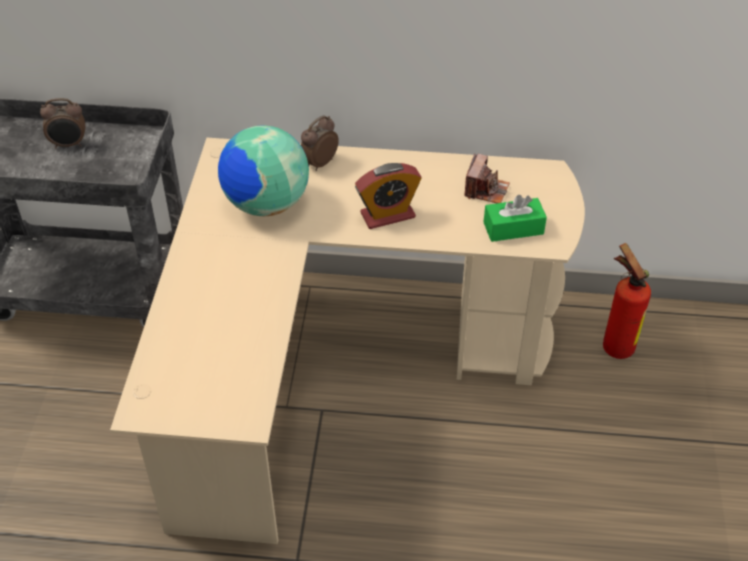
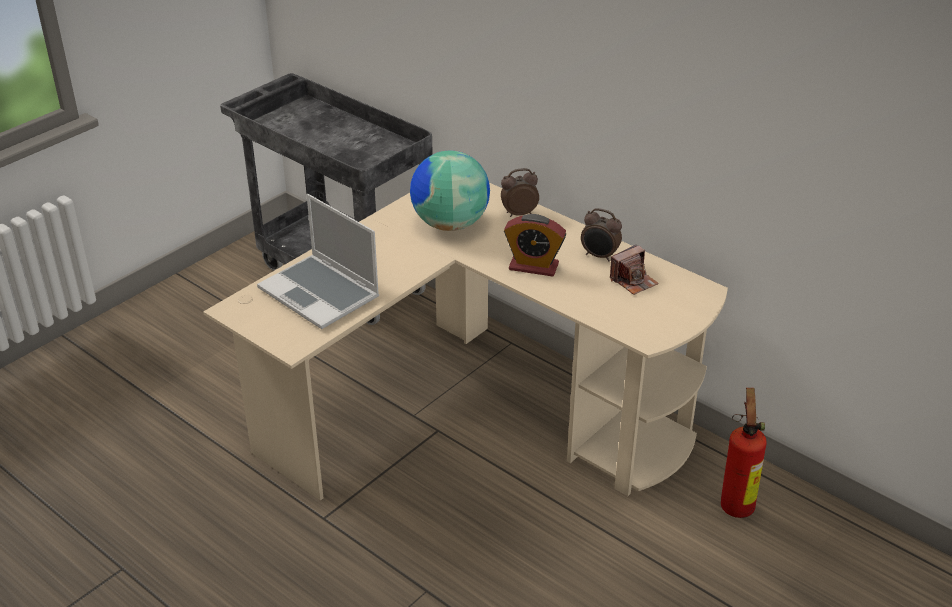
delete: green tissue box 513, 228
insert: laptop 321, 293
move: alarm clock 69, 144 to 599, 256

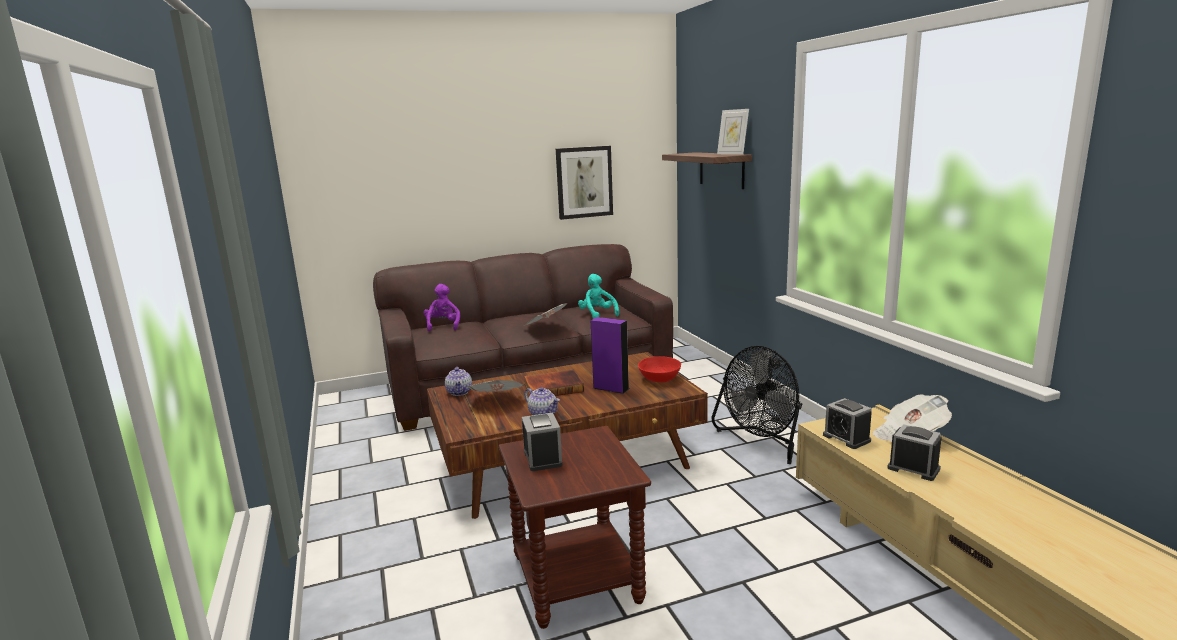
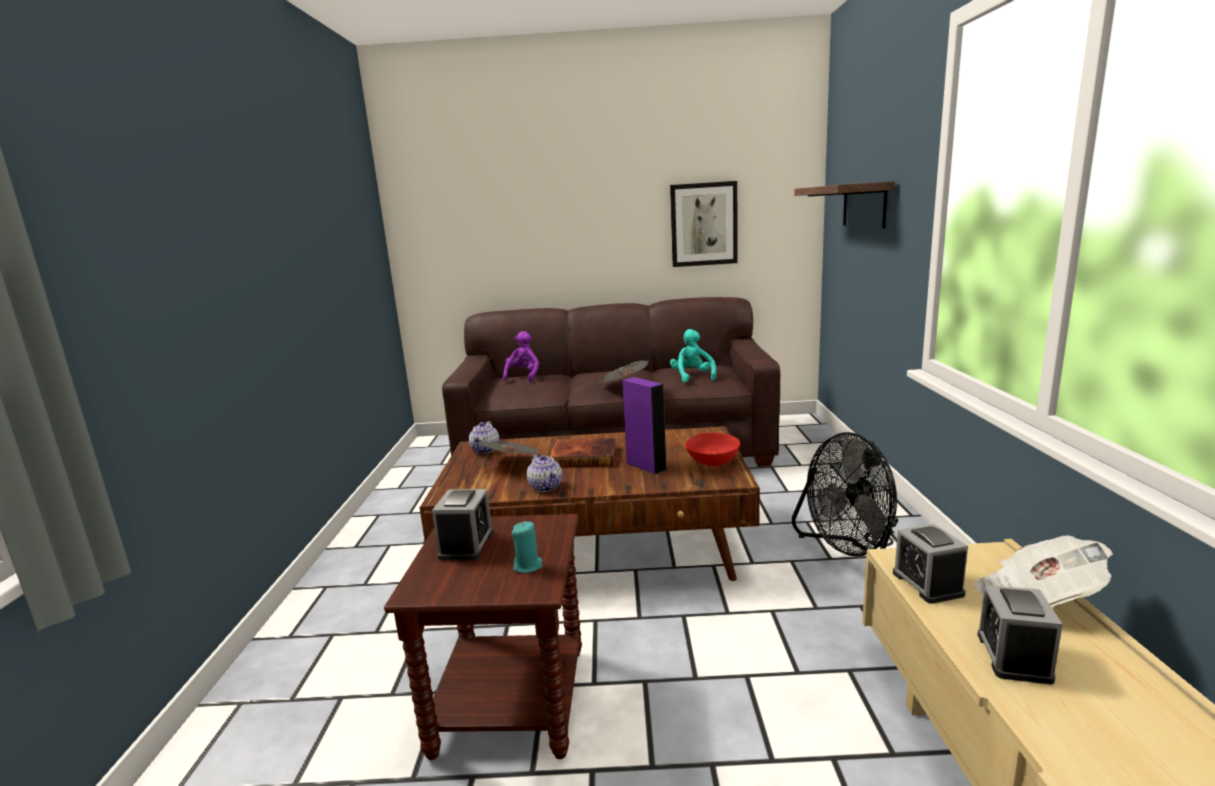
delete: picture frame 732, 154
insert: turquoise candle 528, 566
rotate: alarm clock 913, 468 = 1013, 657 135 degrees counterclockwise

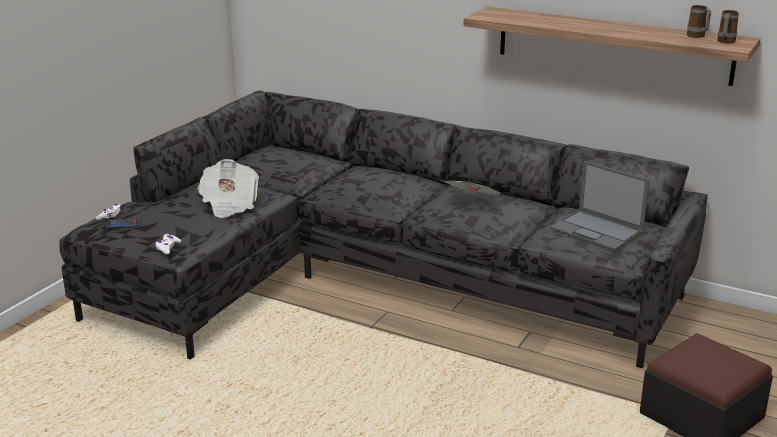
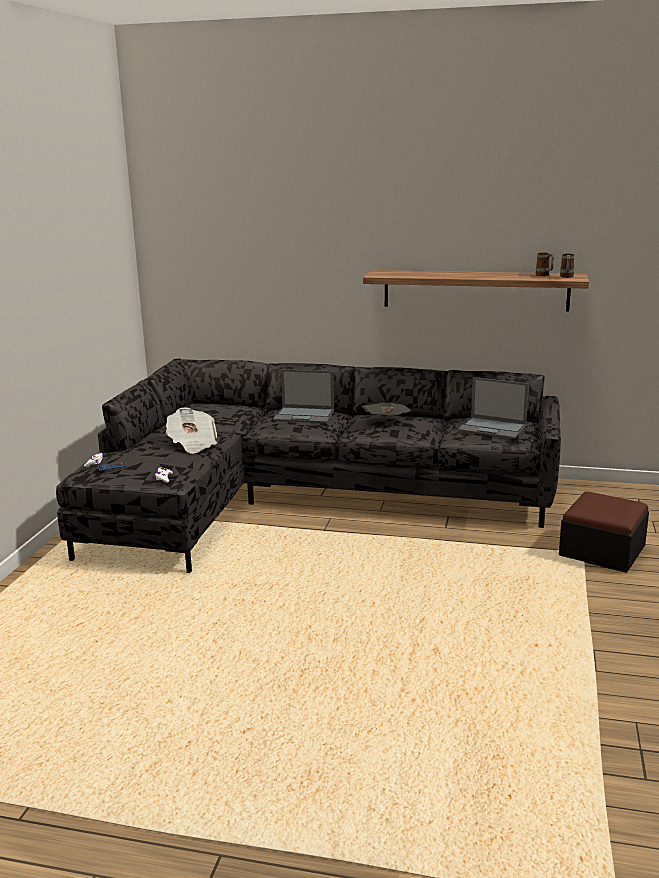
insert: laptop 304, 415

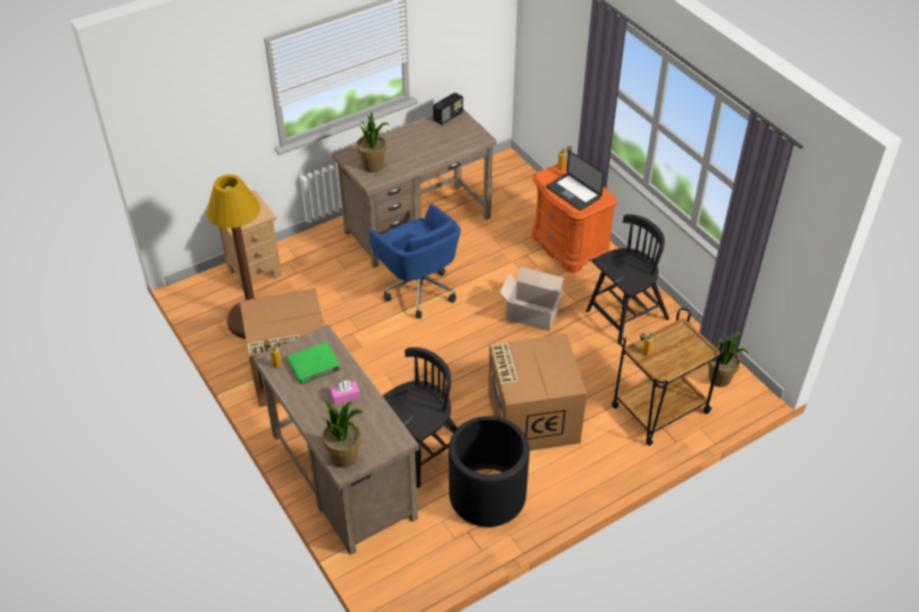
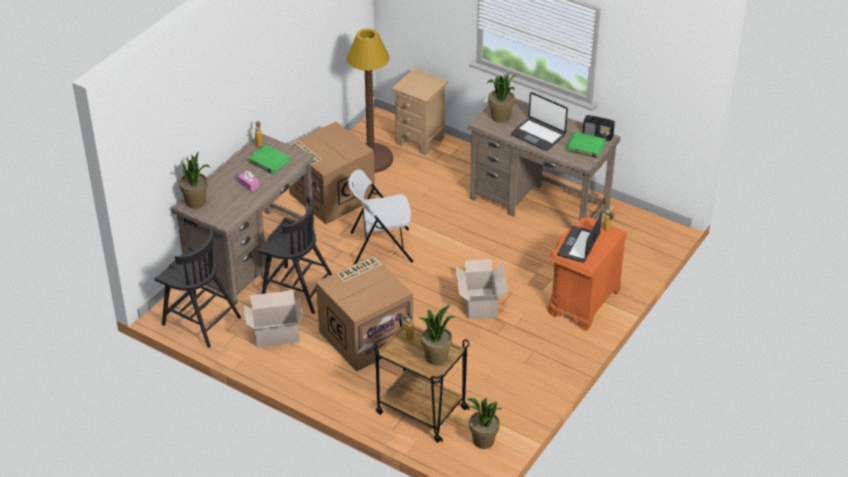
delete: blue office chair 418, 290
insert: laptop 538, 135; green book 585, 147; white chair 381, 247; potted plant 436, 357
move: black chair 625, 316 to 200, 320
replace: black planter 487, 495 to cardboard box 275, 334

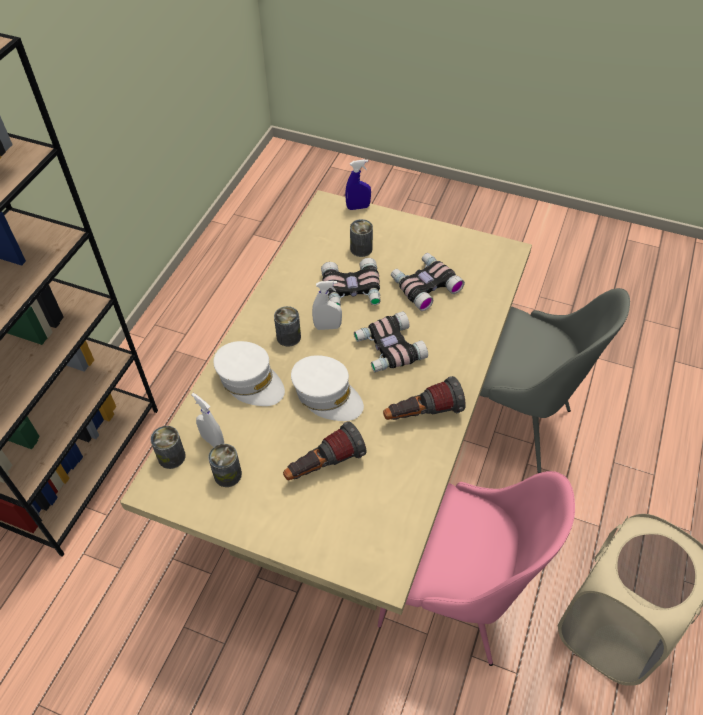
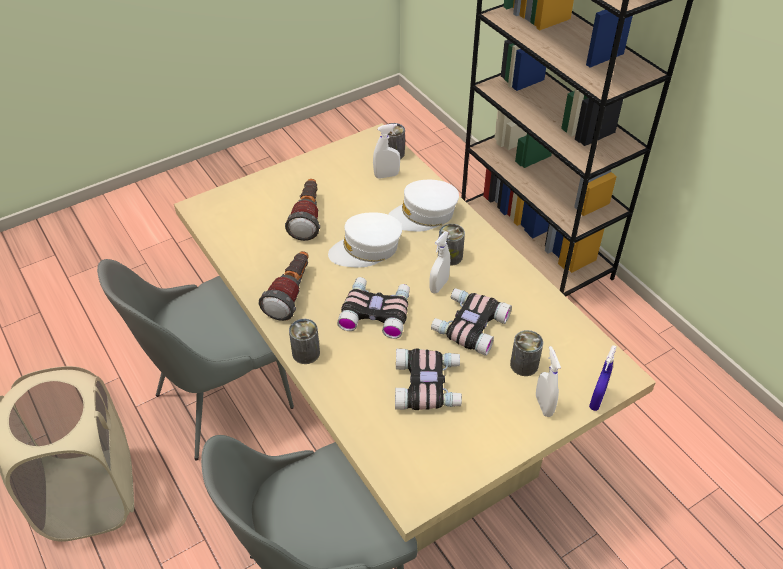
insert: white spray bottle 544, 405
move: can 227, 474 to 306, 353
recolor: pink chair 449, 598 to grey chair 223, 402

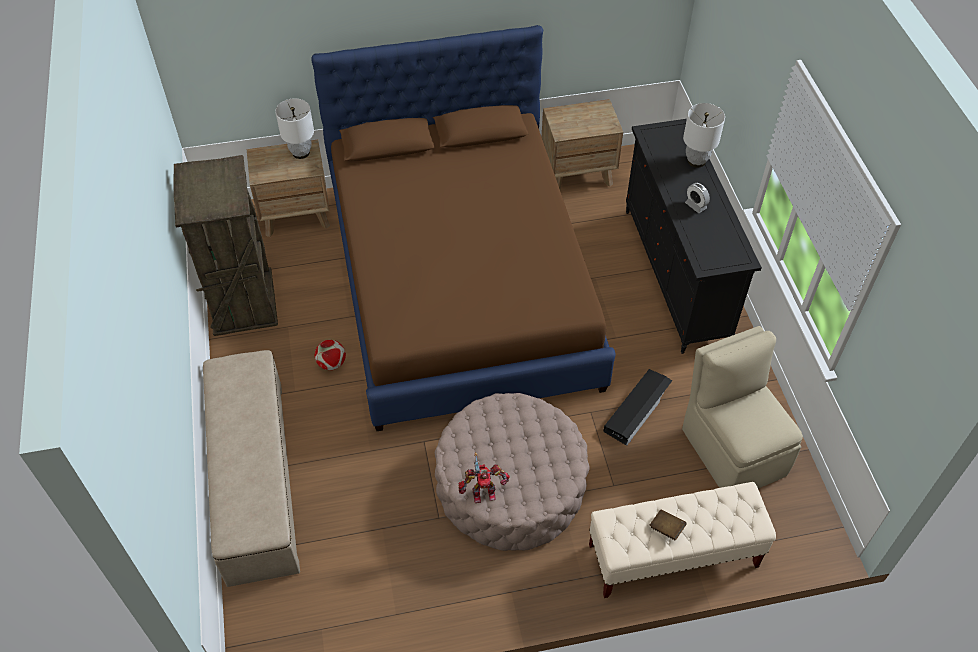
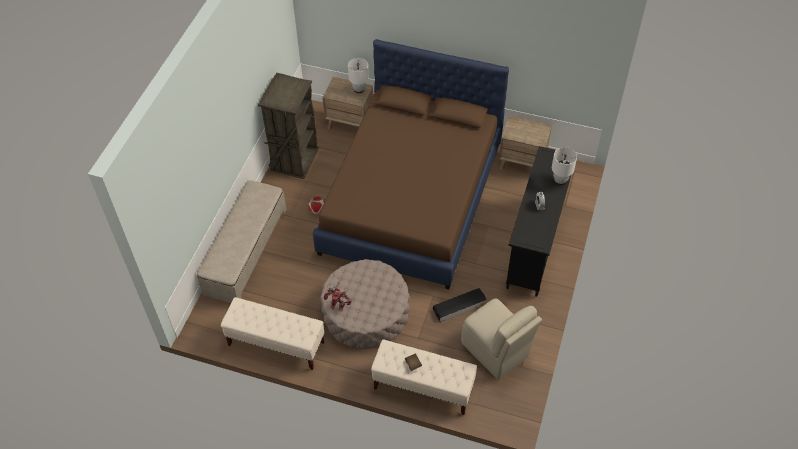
insert: beige bench 276, 344
rotate: beige chair 732, 449 = 496, 351 135 degrees clockwise

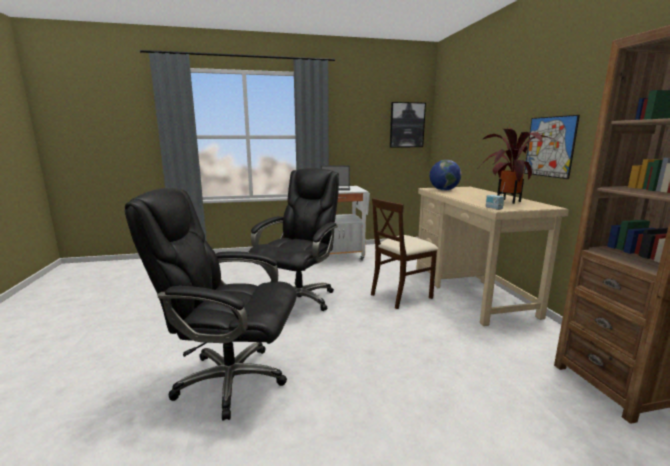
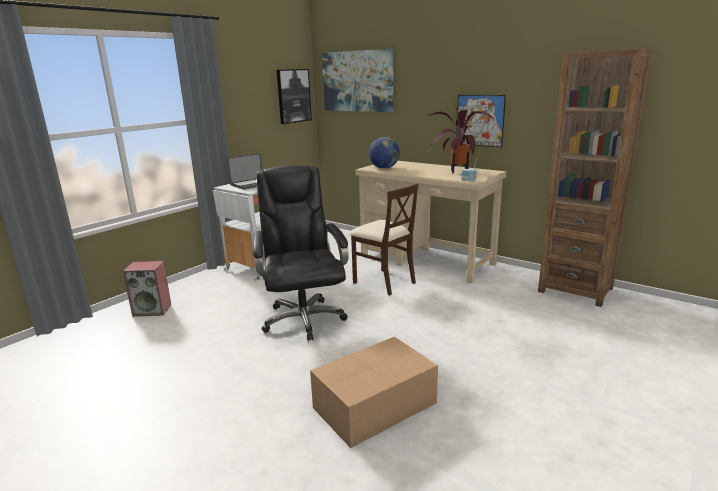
insert: picture 357, 81; speaker 153, 310
replace: black office chair 233, 380 to cardboard box 373, 405
rotate: beige chair 401, 295 = 384, 282 60 degrees counterclockwise

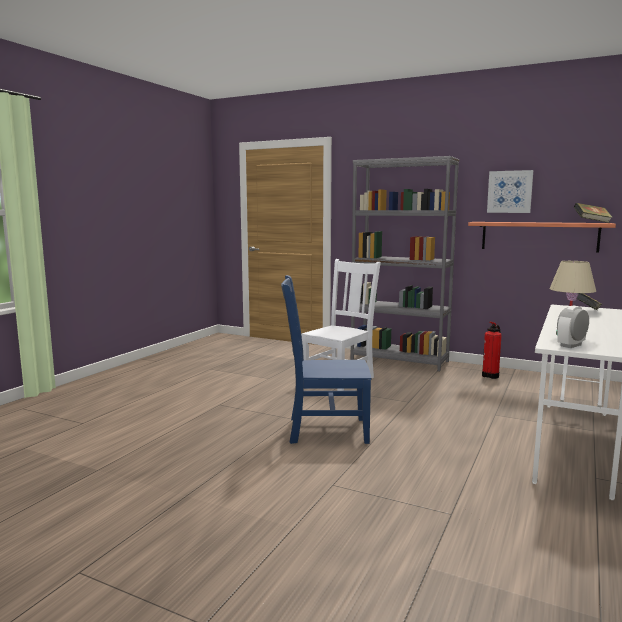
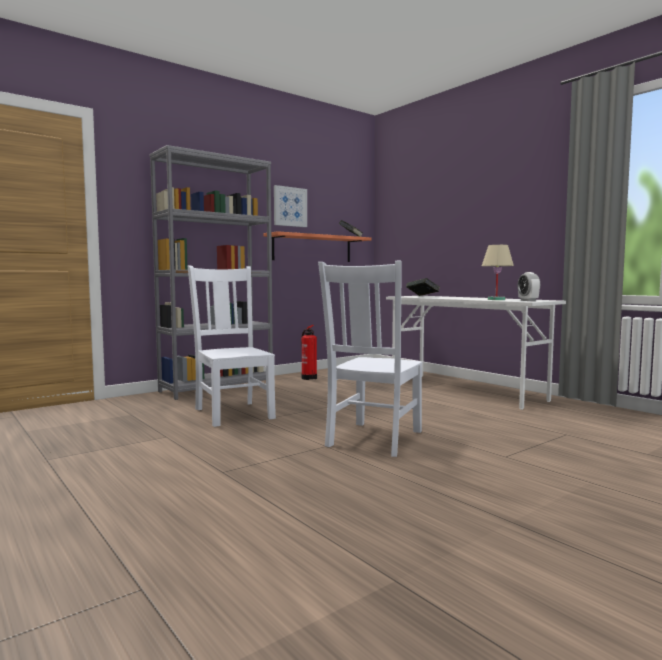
recolor: blue chair 325, 430 to white chair 373, 439

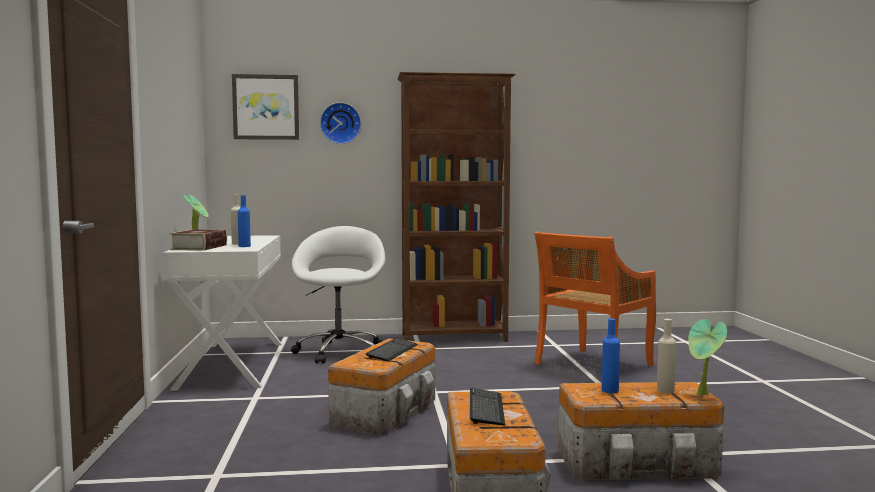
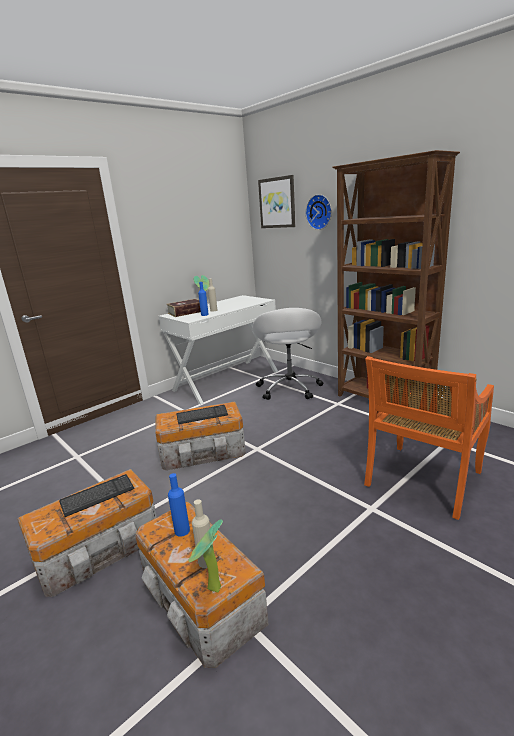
rotate: white office chair 340, 352 = 289, 389 120 degrees clockwise; orange chair 592, 365 = 422, 480 60 degrees counterclockwise

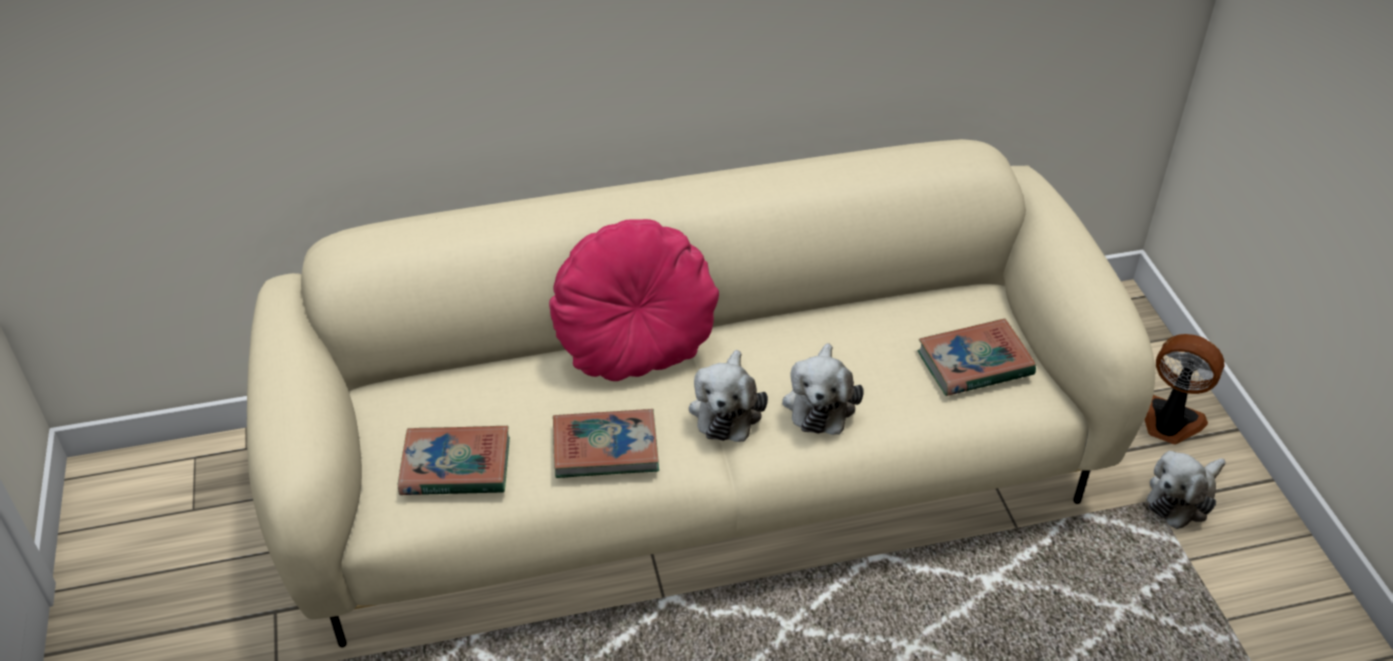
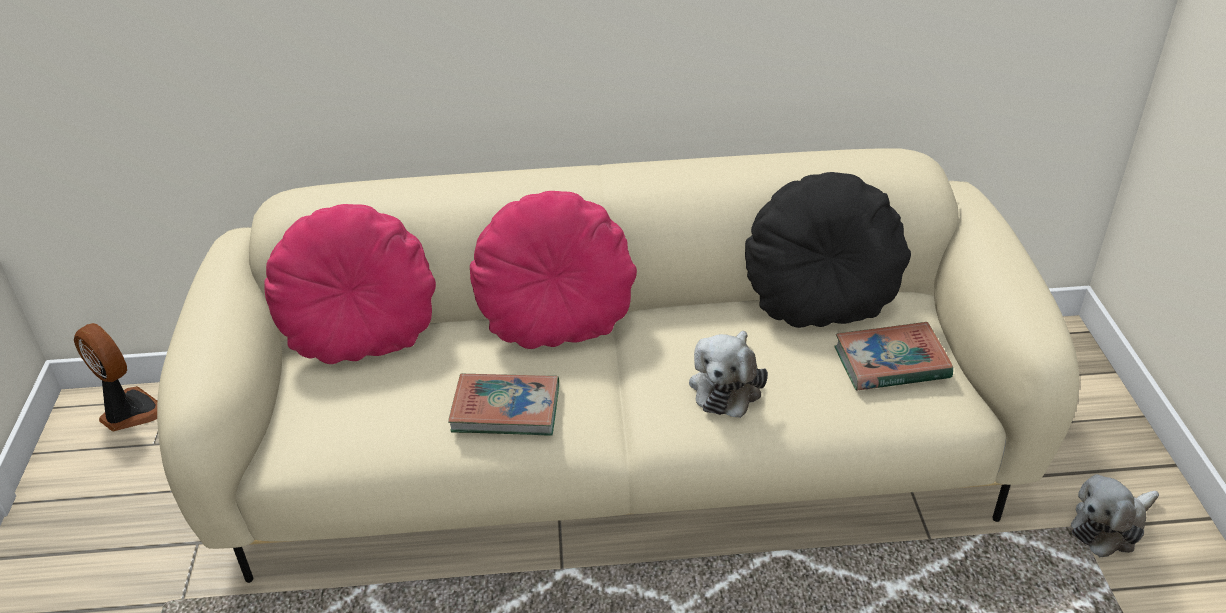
delete: plush toy 727, 409; book 456, 467
insert: black pillow 820, 309; pink pillow 363, 342
move: fan 1169, 423 to 129, 412

